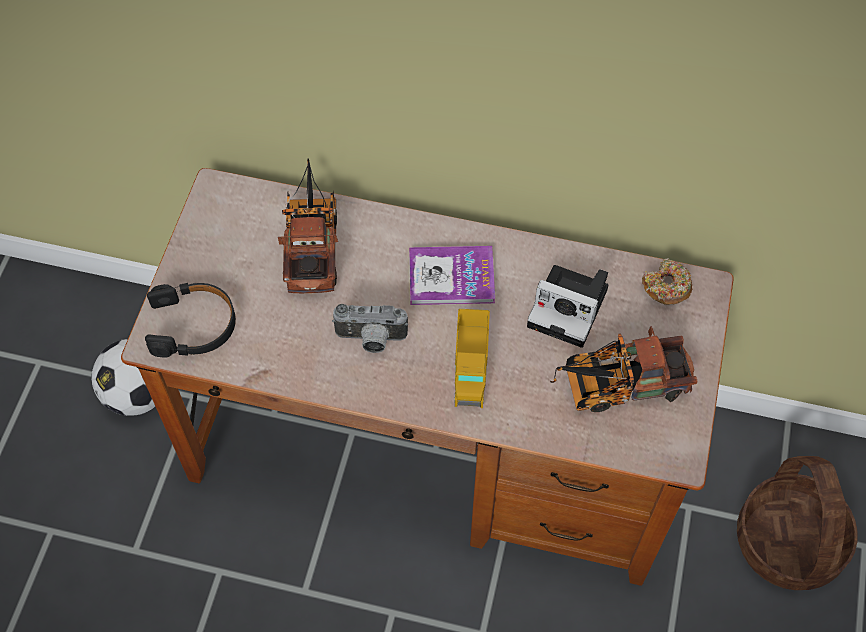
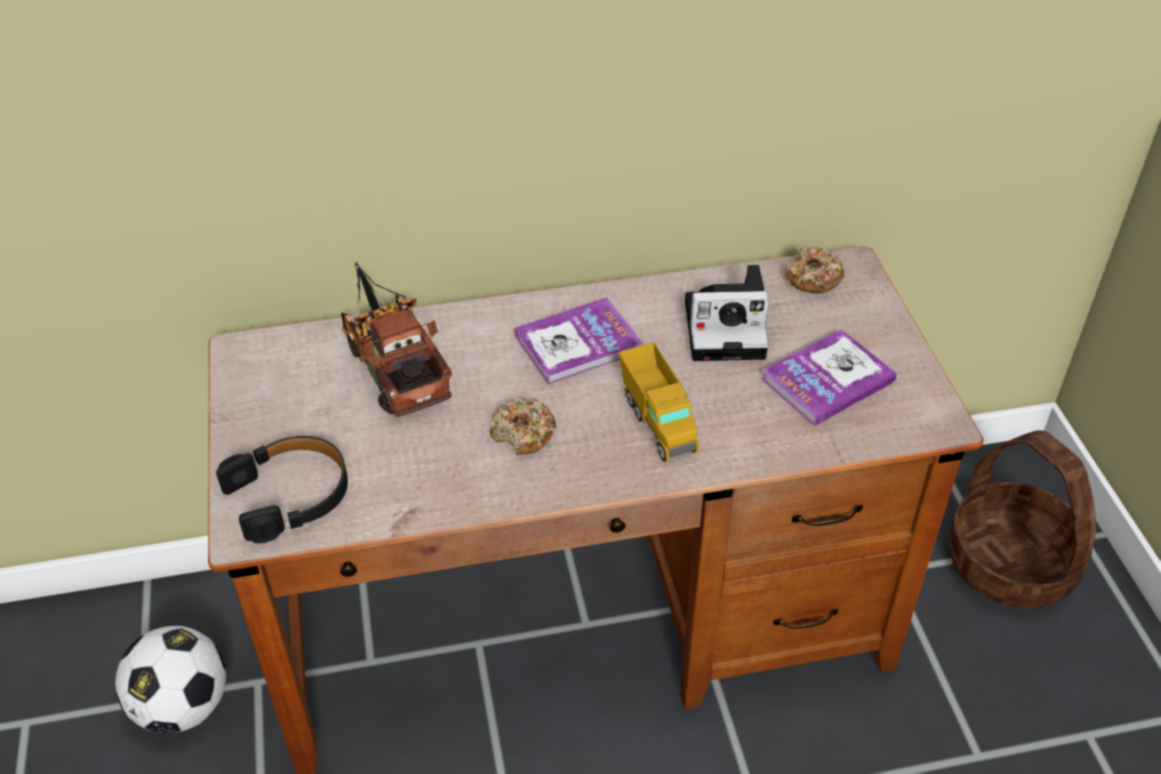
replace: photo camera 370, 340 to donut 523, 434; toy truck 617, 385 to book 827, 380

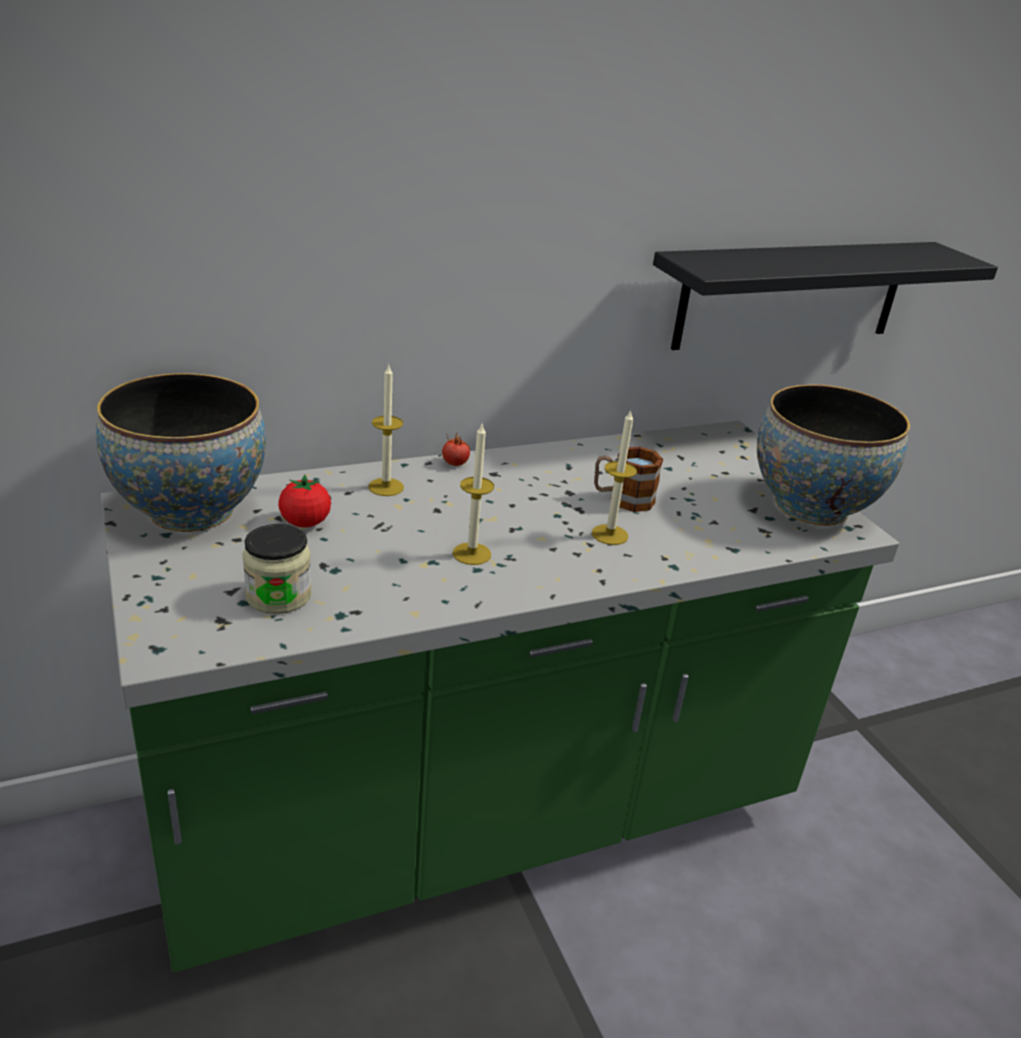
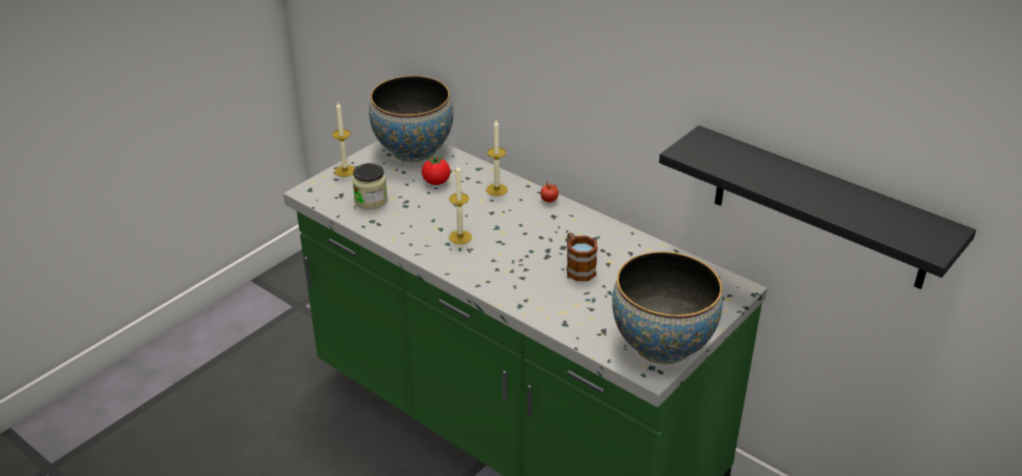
move: candle 610, 534 to 345, 171

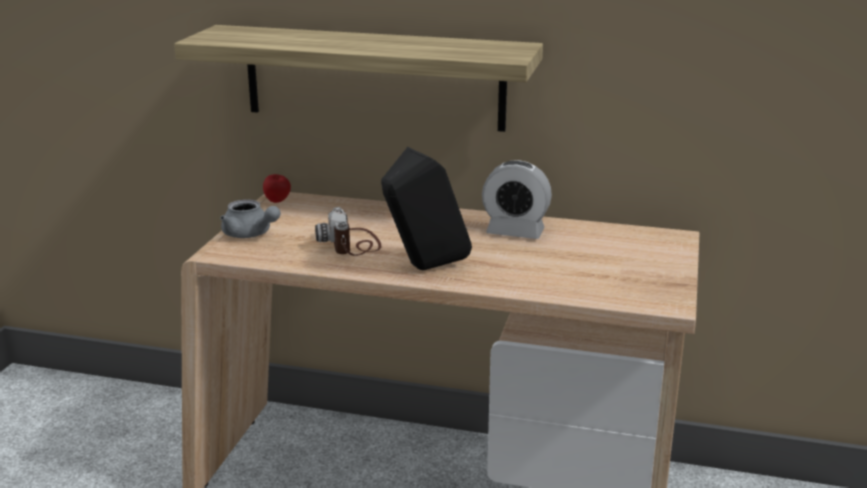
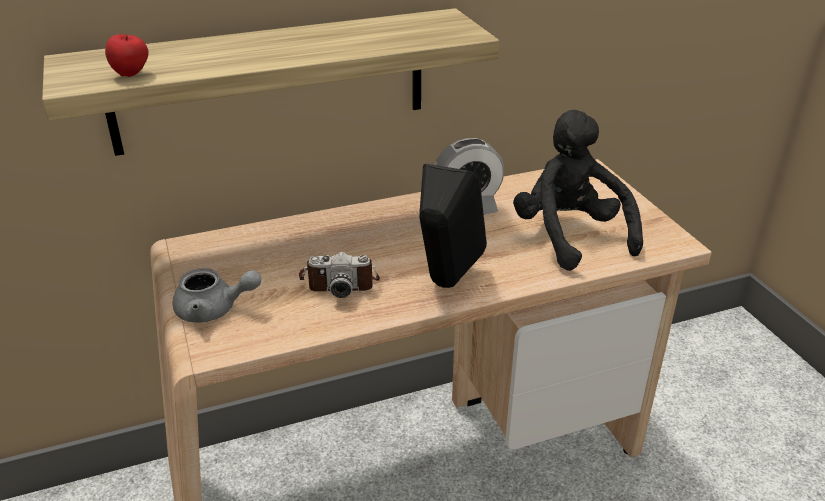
insert: black plush toy 569, 236
move: apple 277, 202 to 131, 75
rotate: photo camera 352, 244 = 339, 281 45 degrees counterclockwise

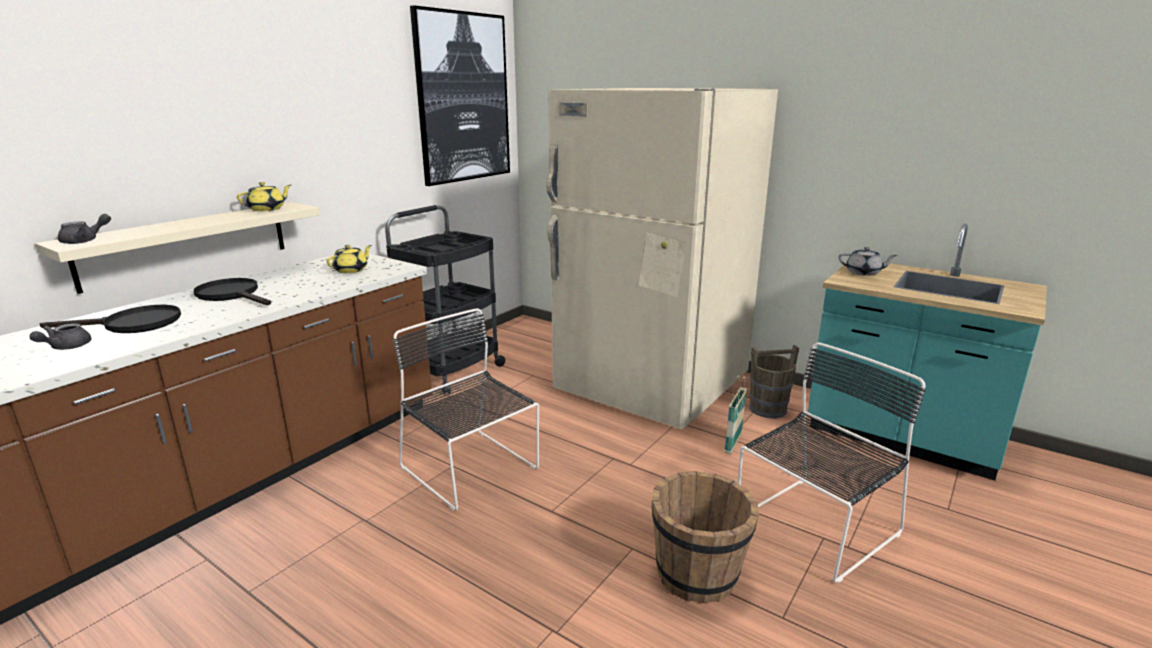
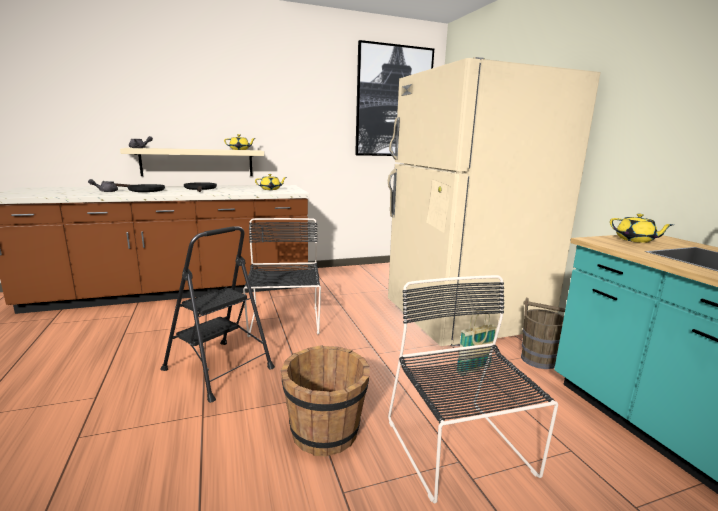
delete: black cart 451, 370
insert: black step ladder 220, 369
recolor: grey teapot 864, 273 to yellow teapot 635, 240
rotate: black chair 814, 528 = 460, 451 105 degrees counterclockwise

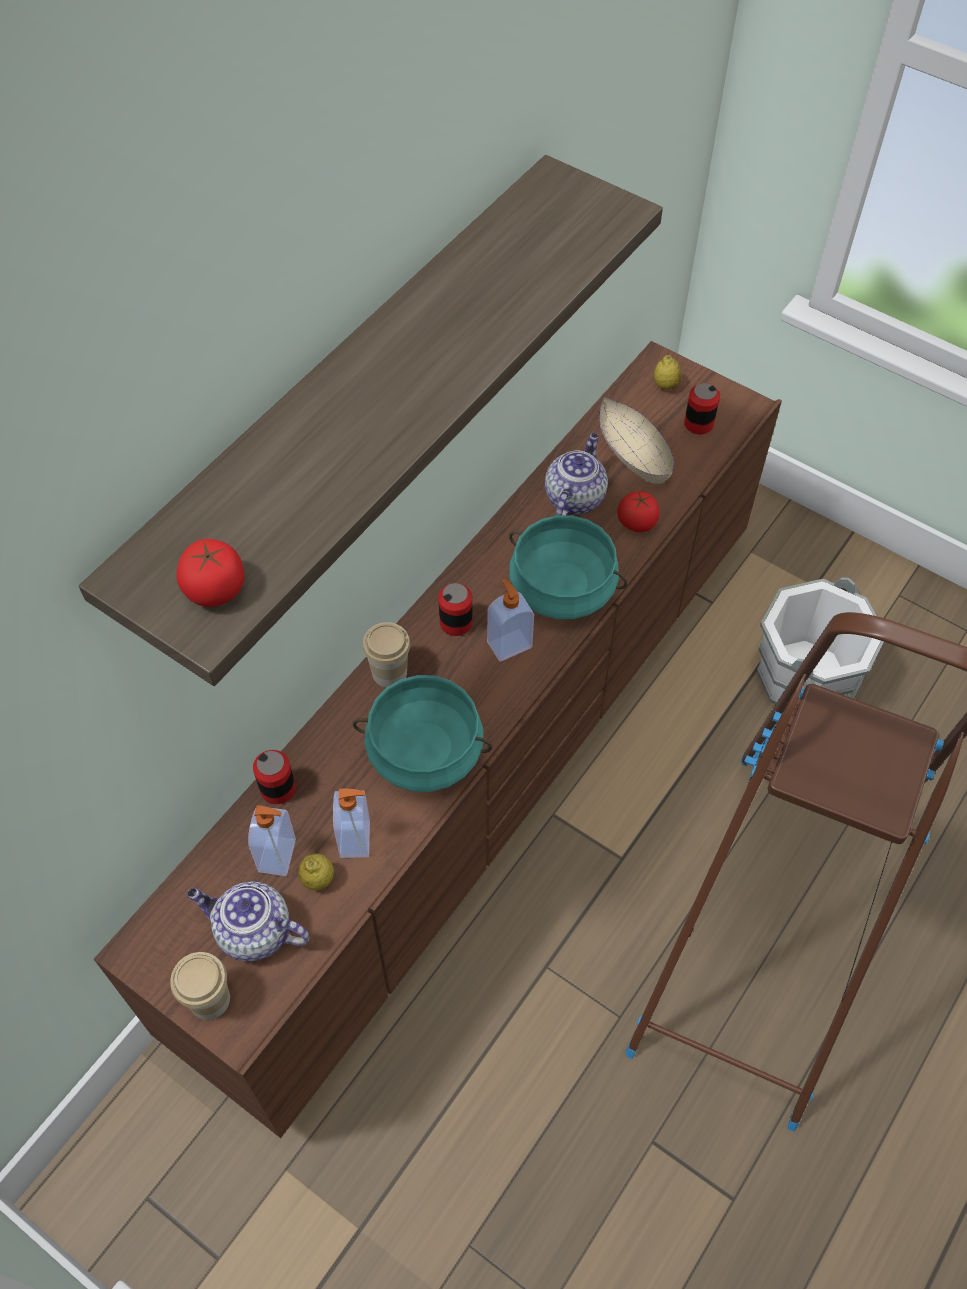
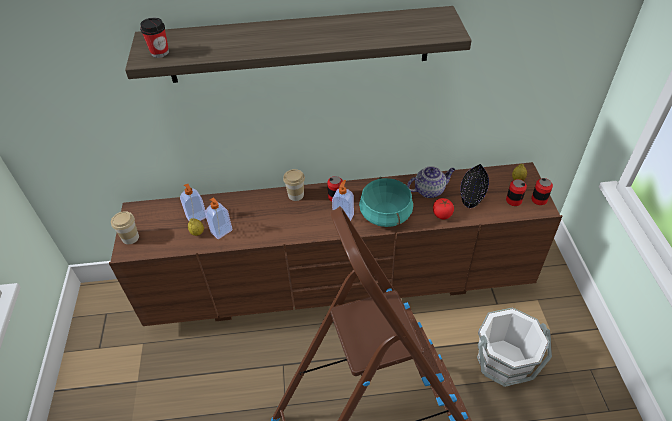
delete: turquoise cooking pot 424, 752; teapot 252, 932
move: can 278, 789 to 539, 200
replace: tomato 215, 589 to cup 160, 52
recolor: beige bowl 633, 451 to black bowl 473, 191

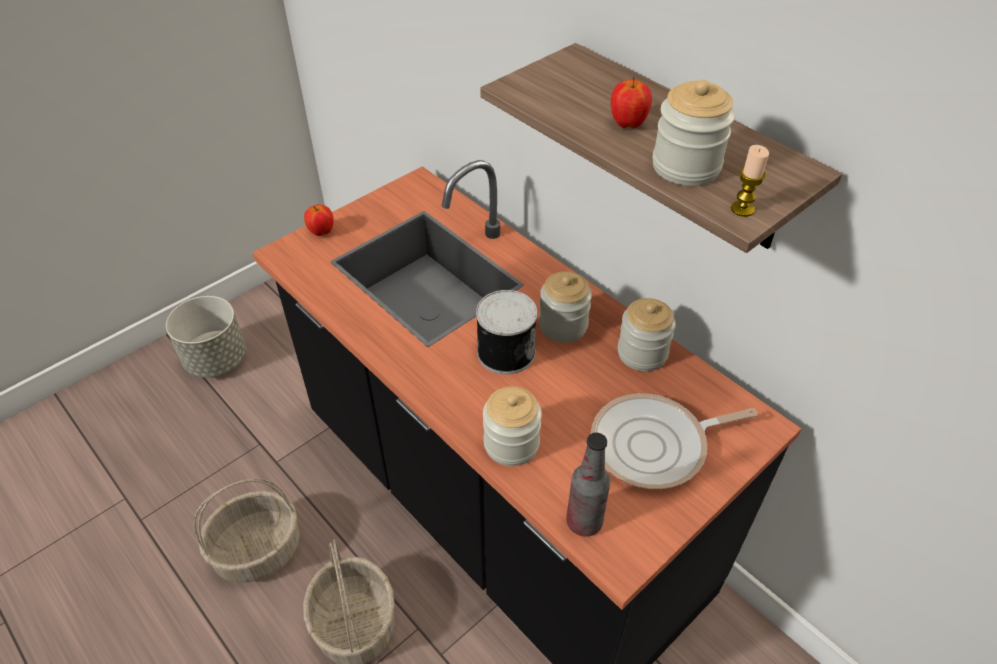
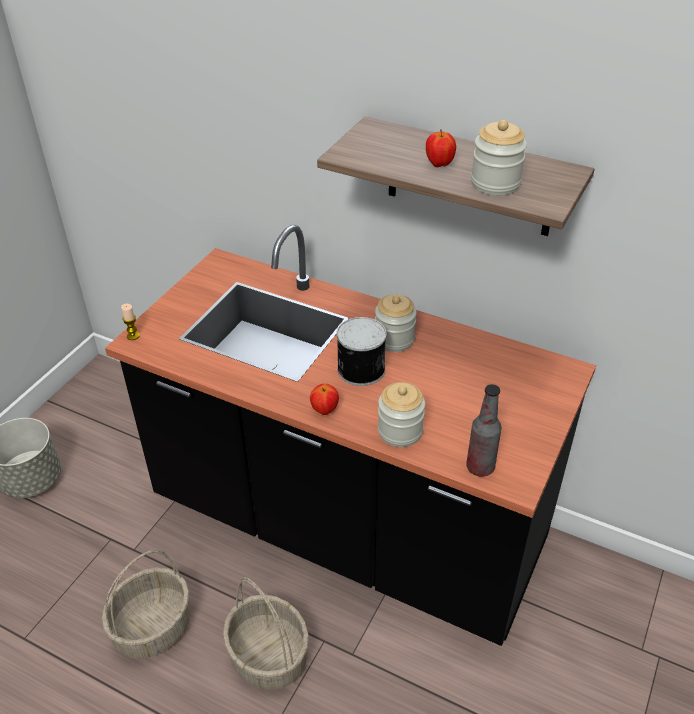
delete: jar 642, 353; frying pan 655, 446
move: candle 742, 209 to 133, 336; apple 321, 232 to 324, 410

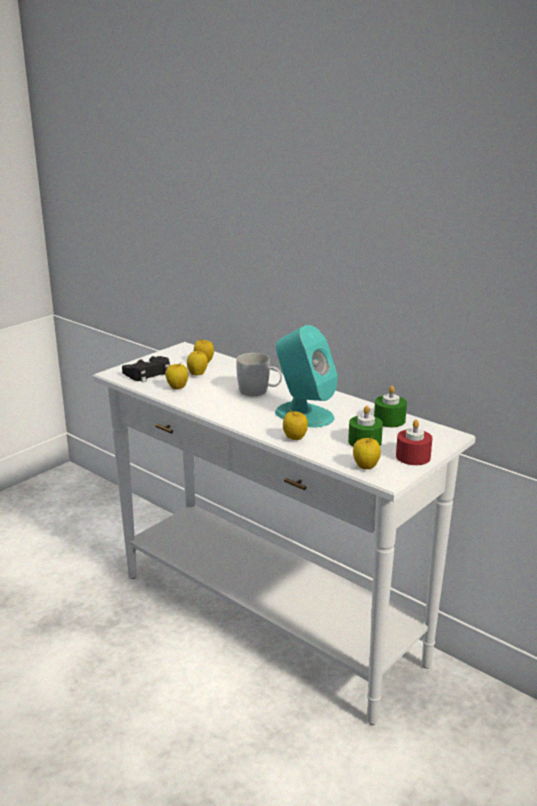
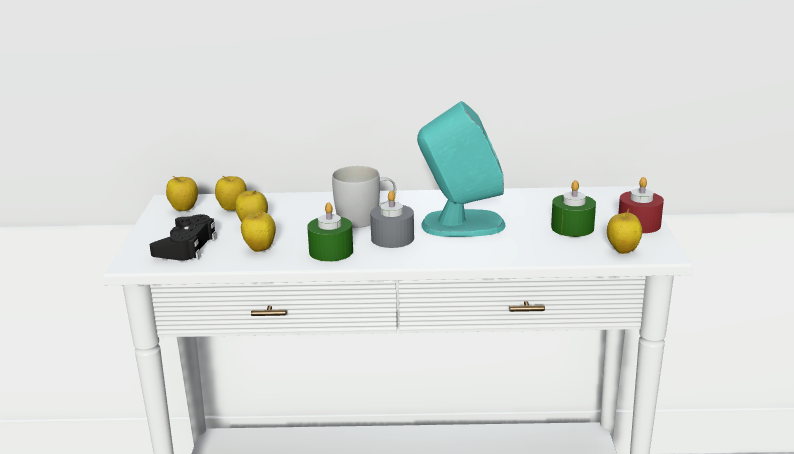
insert: grey candle 392, 238
move: green candle 389, 420 to 331, 251; apple 294, 439 to 184, 210

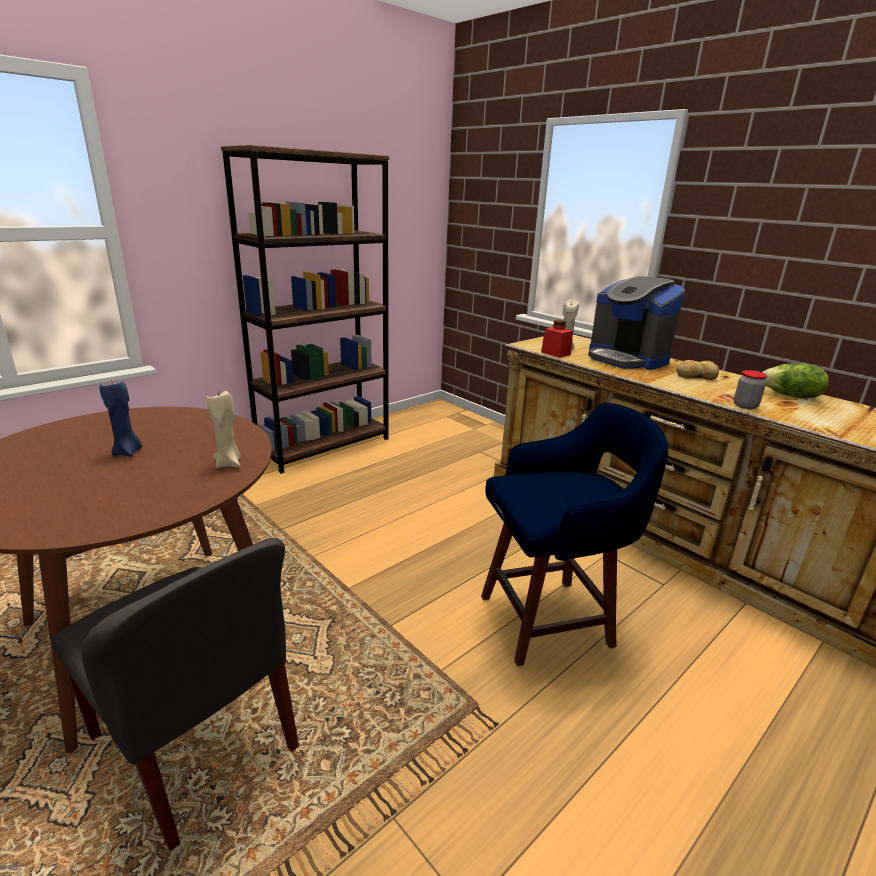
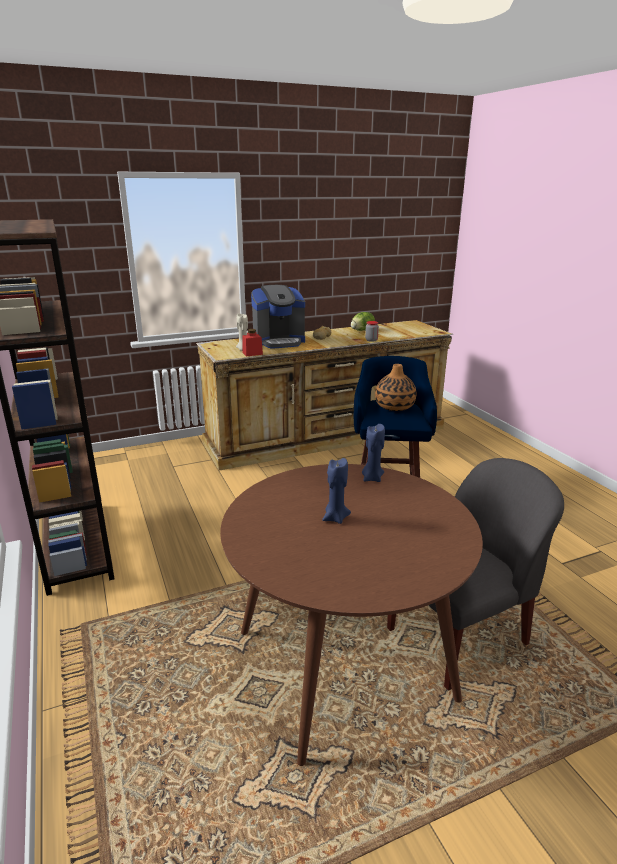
insert: vase 394, 406
recolor: beige candle 229, 463 to blue candle 372, 478

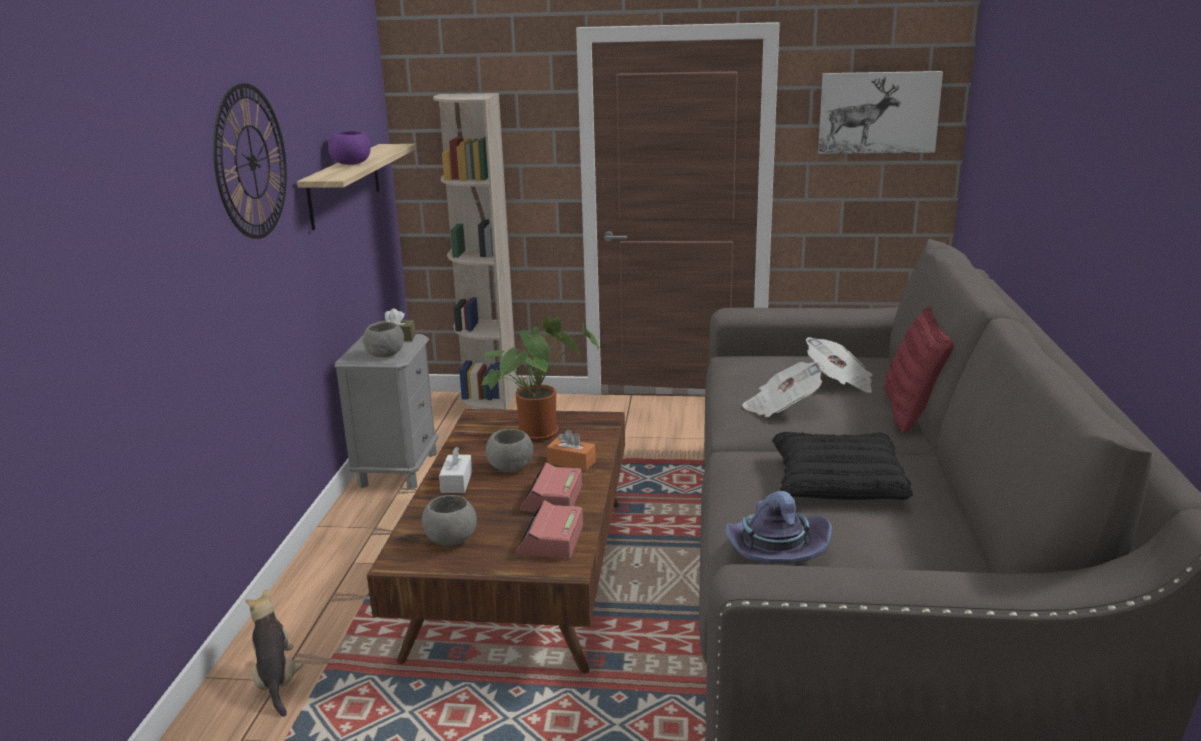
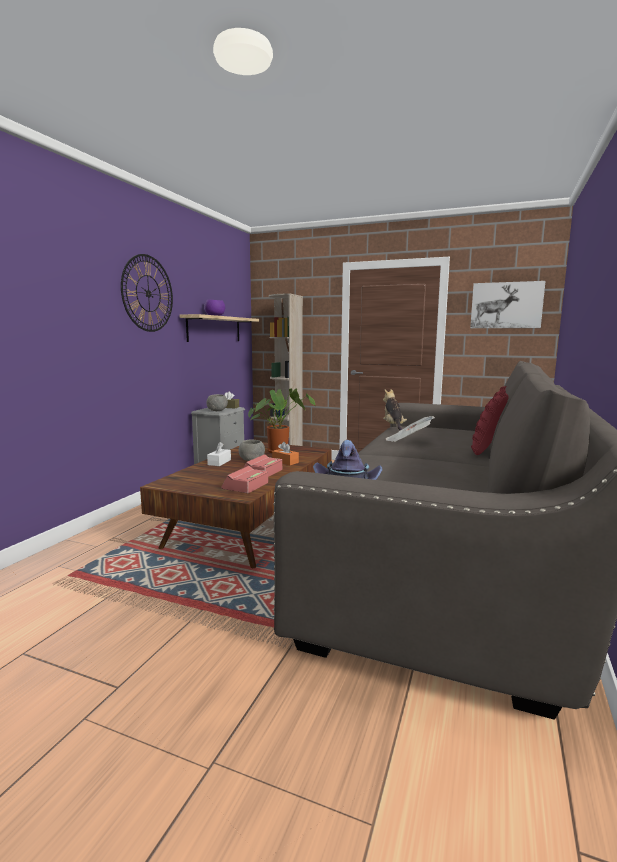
delete: newspaper 839, 382; black pillow 837, 481; grey bowl 450, 540
move: plush toy 276, 680 to 393, 427

